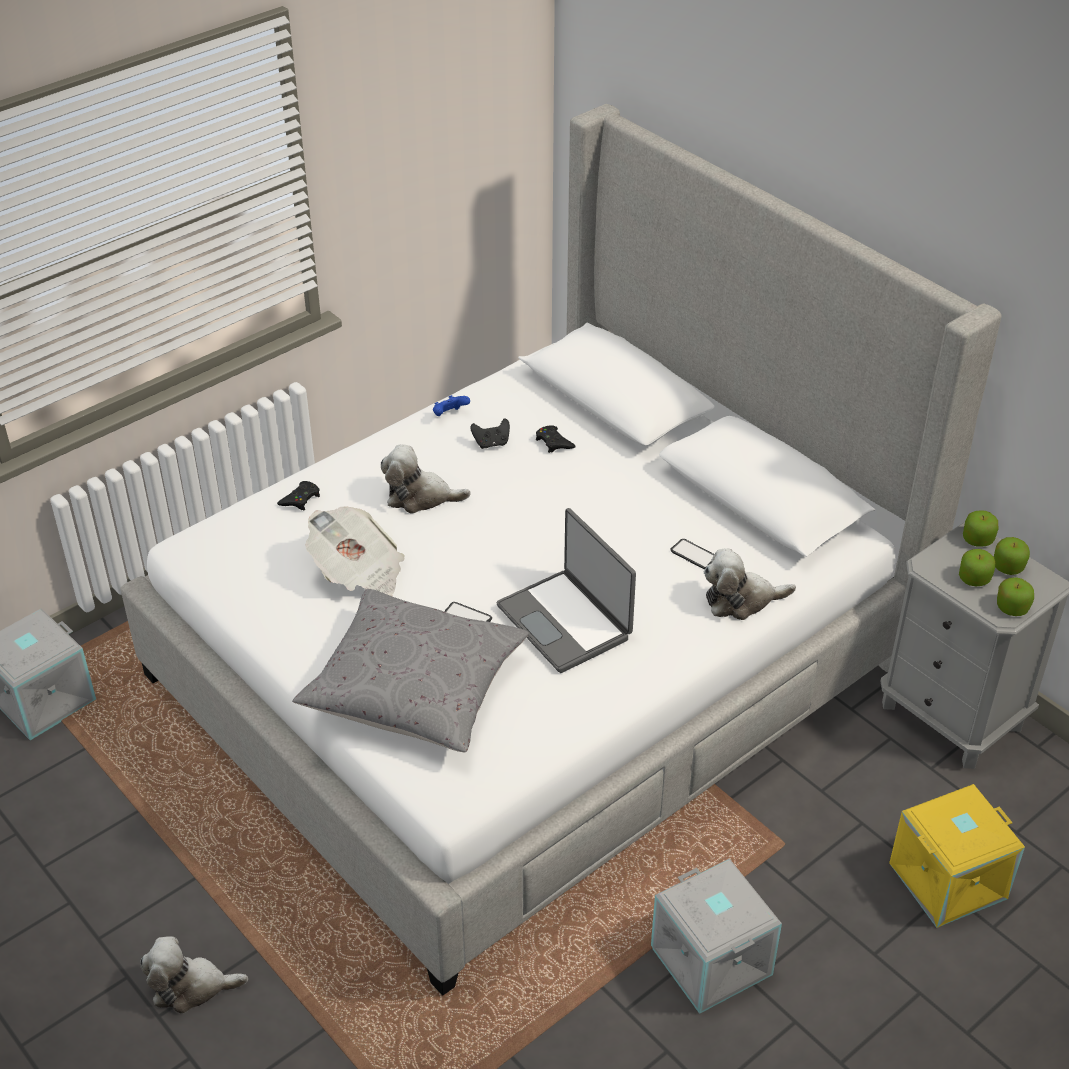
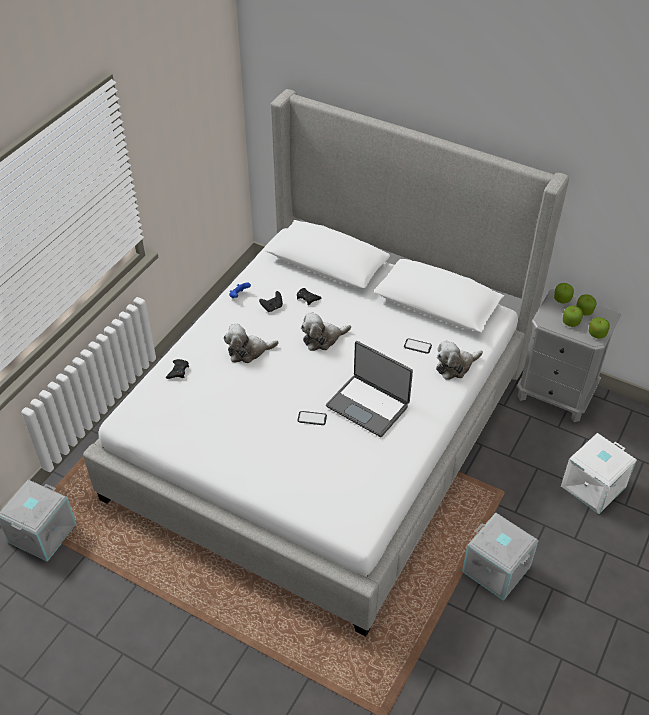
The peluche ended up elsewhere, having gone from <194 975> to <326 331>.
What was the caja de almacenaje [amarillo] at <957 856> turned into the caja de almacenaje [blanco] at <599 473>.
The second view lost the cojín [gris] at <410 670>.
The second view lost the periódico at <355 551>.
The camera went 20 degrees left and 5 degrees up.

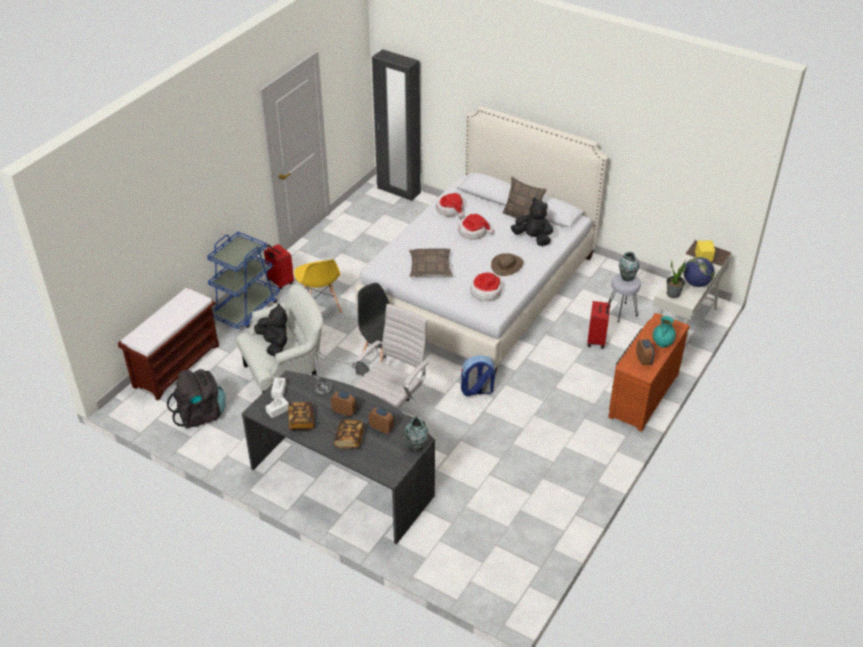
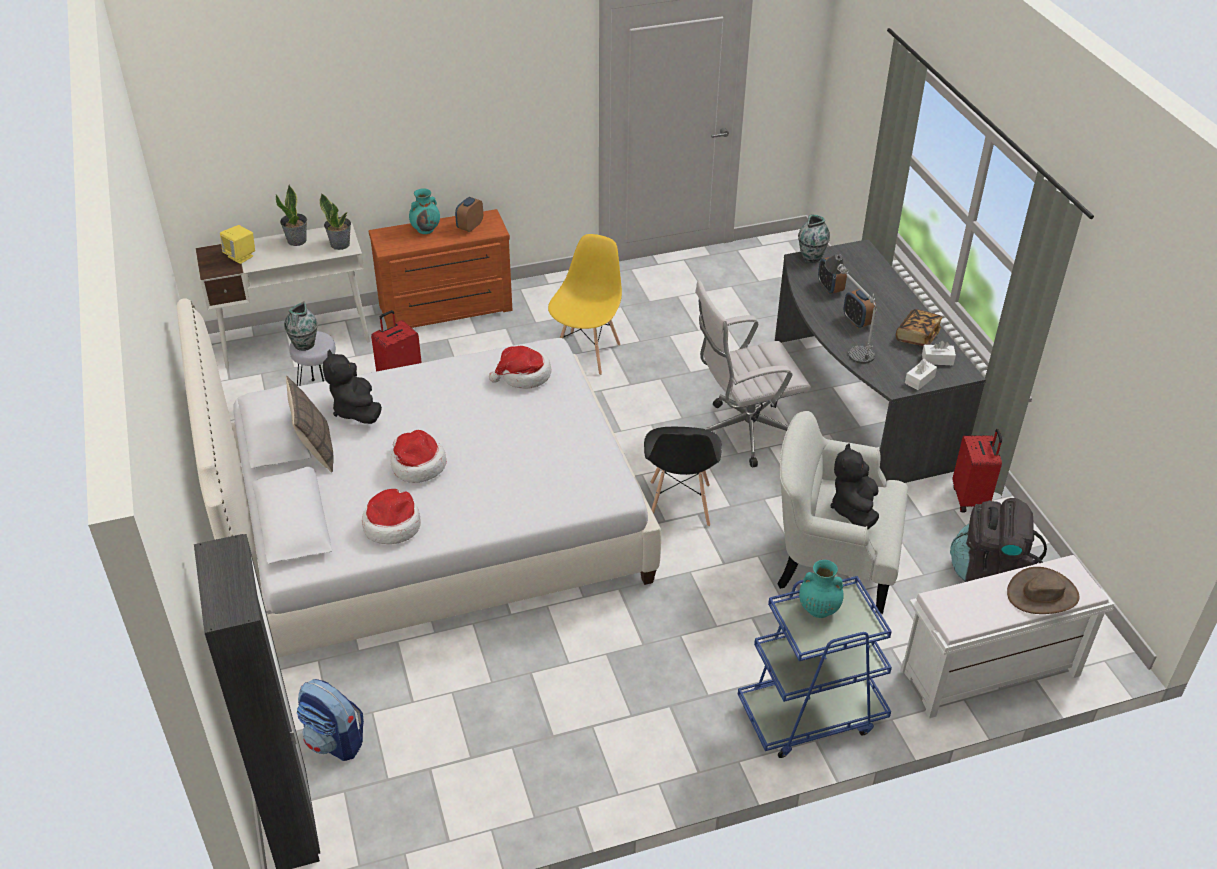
Where the globo terráqueo stood at <699 272>, the planta en maceta came to stand at <291 215>.
The mochila ended up elsewhere, having gone from <478 375> to <330 720>.
The silla [amarillo] ended up elsewhere, having gone from <318 287> to <585 304>.
The second view gained the florero [turquesa] at <821 589>.
What was the banco [marrón] at <168 343> turned into the banco [blanco] at <1007 636>.
The maleta [rojo] ended up elsewhere, having gone from <279 266> to <977 471>.
The sombrero [marrón] ended up elsewhere, having gone from <507 264> to <1043 590>.
The second view lost the libro at <349 434>.
The second view lost the cojín at <430 262>.
The camera went 140 degrees left and 0 degrees up.

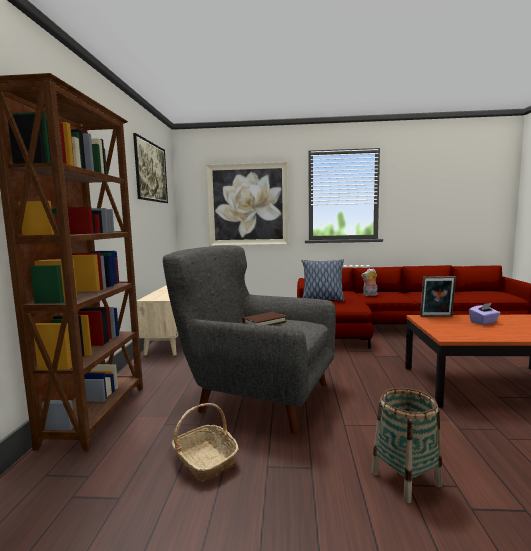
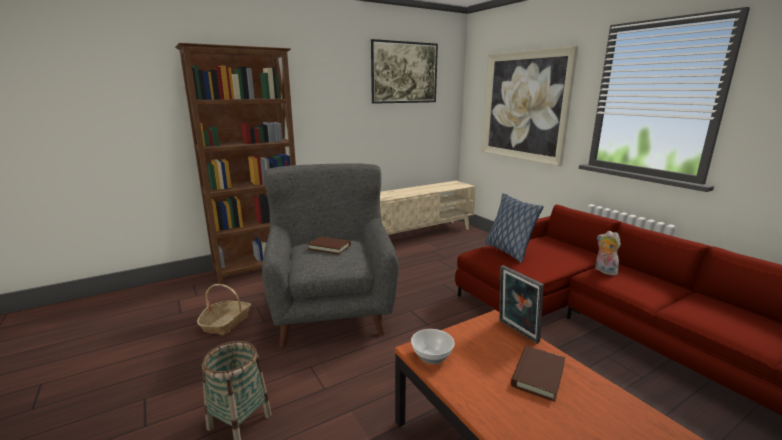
The second view gained the cuenco at <433 346>.
Where the caja de pañuelos [morado] stood at <484 314>, the libro [marrón] came to stand at <538 374>.
The camera went 55 degrees right and 10 degrees up.

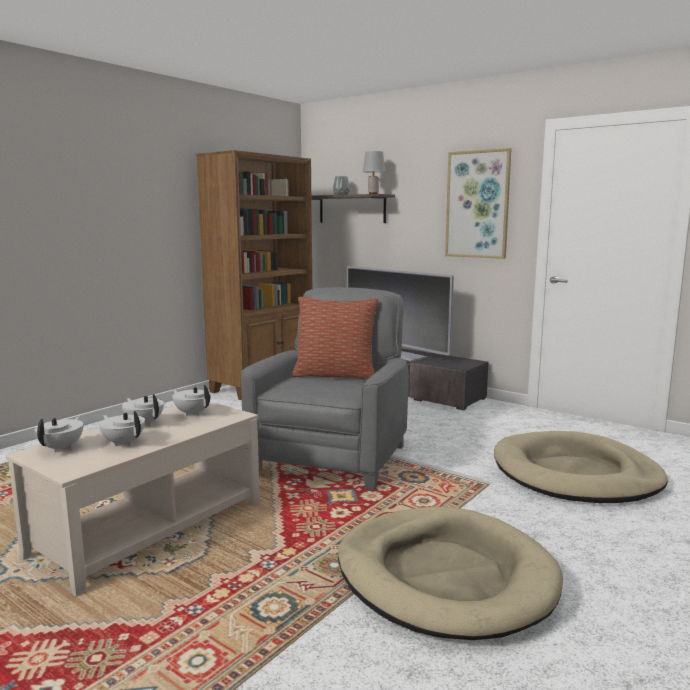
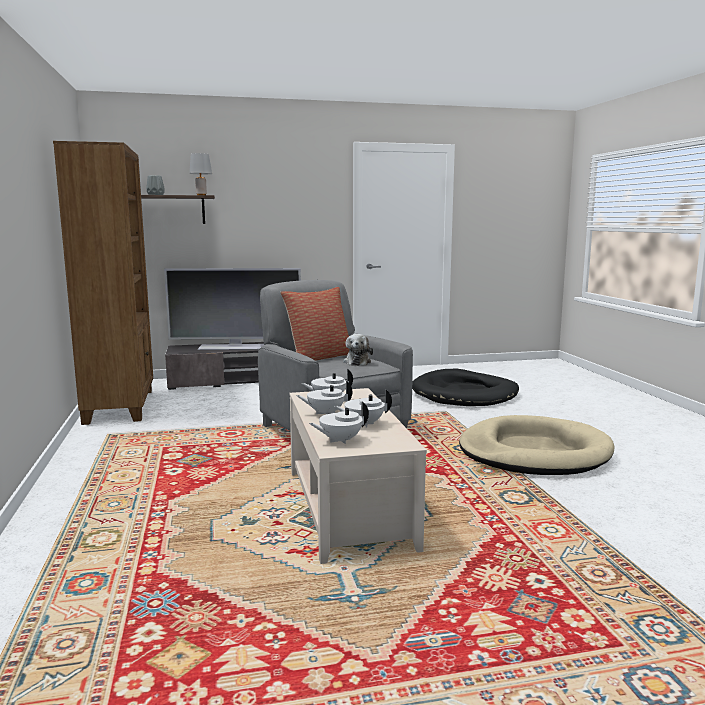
The tetera [blanco] at <59 434> ended up facing another way, 75 degrees counterclockwise from before.
The second view gained the peluche at <358 350>.
What was the cama para perro [beis] at <581 467> turned into the cama para perro [negro] at <465 387>.
The second view lost the cuadro at <478 203>.
The camera went 50 degrees left and 0 degrees up.

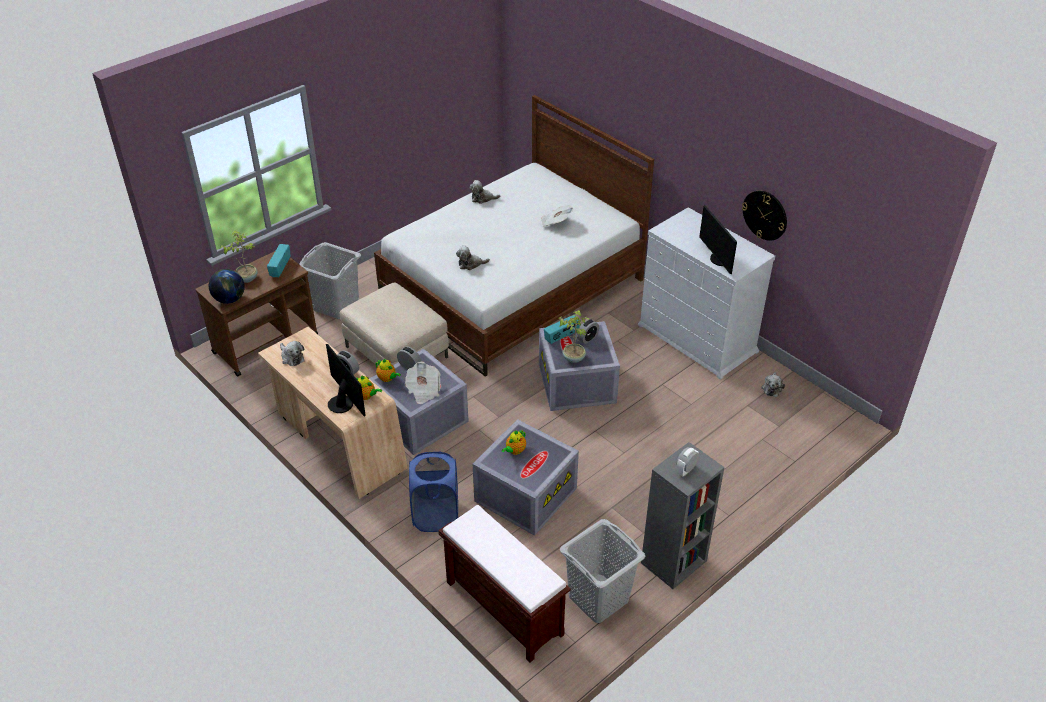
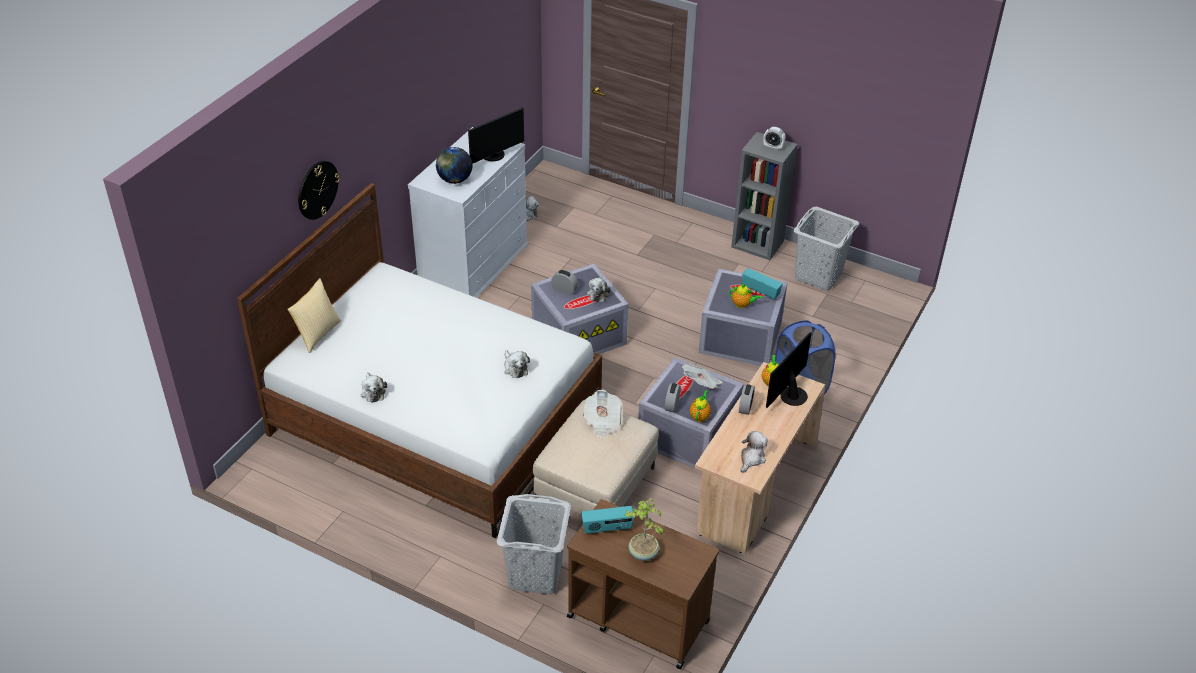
The second view gained the cojín at <314 315>.
The reloj de pared ended up elsewhere, having gone from <764 215> to <319 190>.
The globo terráqueo ended up elsewhere, having gone from <227 286> to <454 165>.
The periódico ended up elsewhere, having gone from <557 216> to <603 414>.
Where the planta en maceta stood at <574 336>, the peluche came to stand at <599 289>.
The radio ended up elsewhere, having gone from <562 330> to <762 283>.
The second view lost the banco [marrón] at <505 583>.
The camera went 110 degrees left and 0 degrees up.

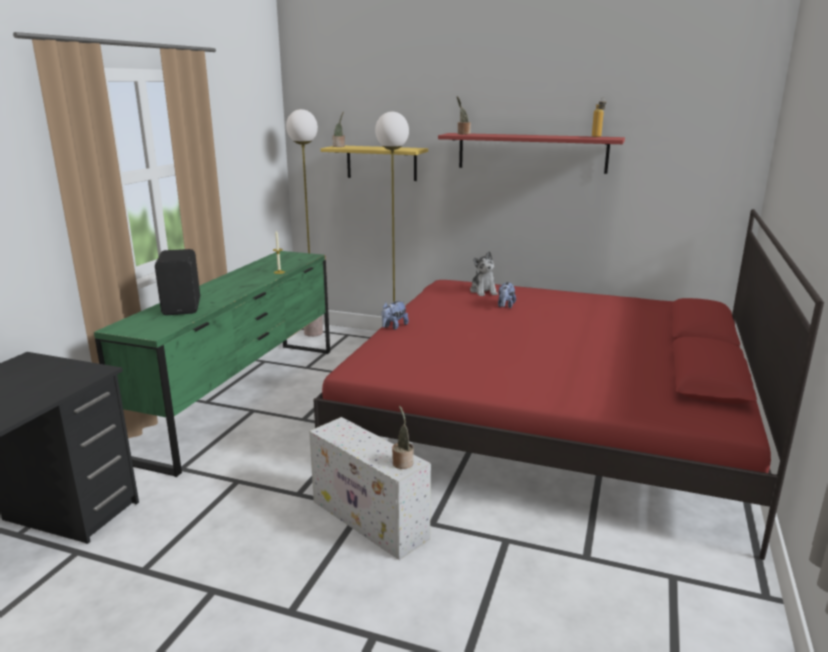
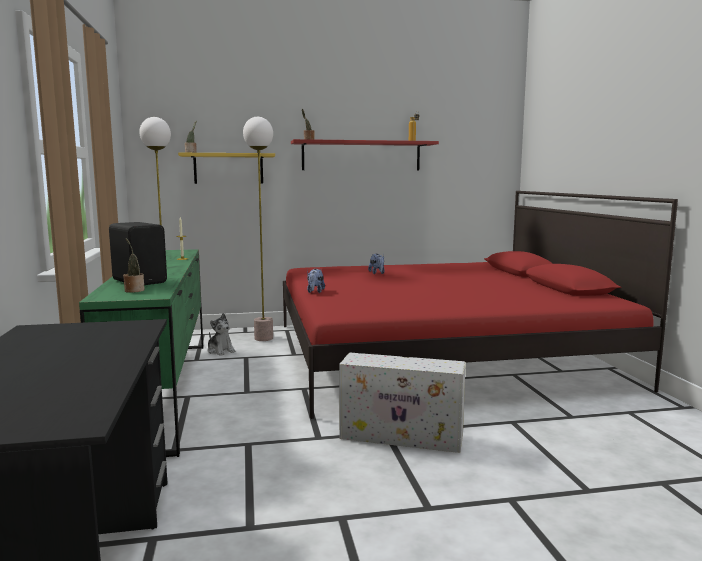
The planta en maceta ended up elsewhere, having gone from <403 437> to <134 265>.
The peluche ended up elsewhere, having gone from <484 273> to <221 334>.
The camera went 30 degrees left and 10 degrees down.

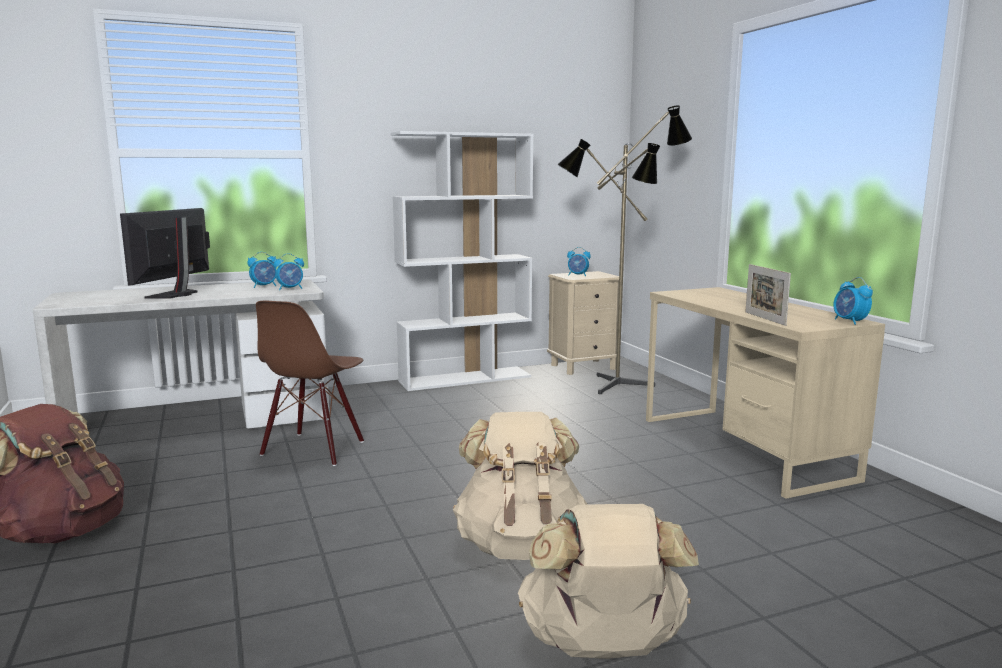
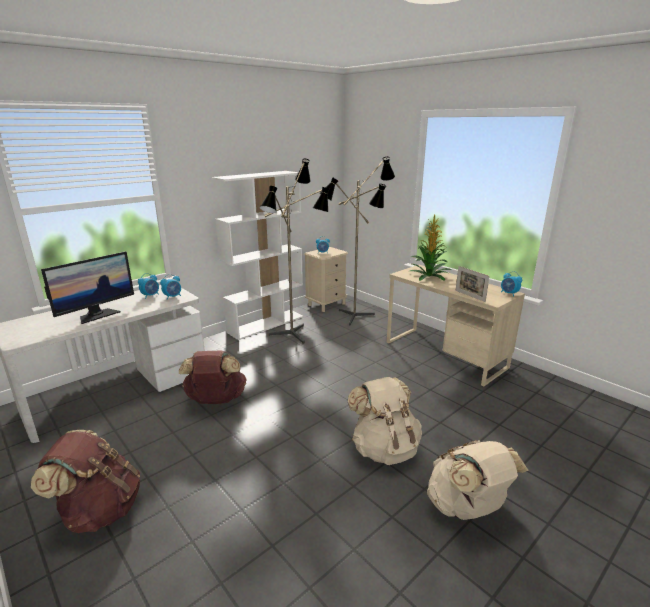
The monitor at <165 253> ended up facing another way, 135 degrees counterclockwise from before.
Where the silla [marrón] stood at <310 383>, the mochila [marrón] came to stand at <213 377>.
The second view gained the lámpara de pie at <294 251>.
The second view gained the planta en maceta at <430 248>.
The camera went 20 degrees left and 10 degrees up.

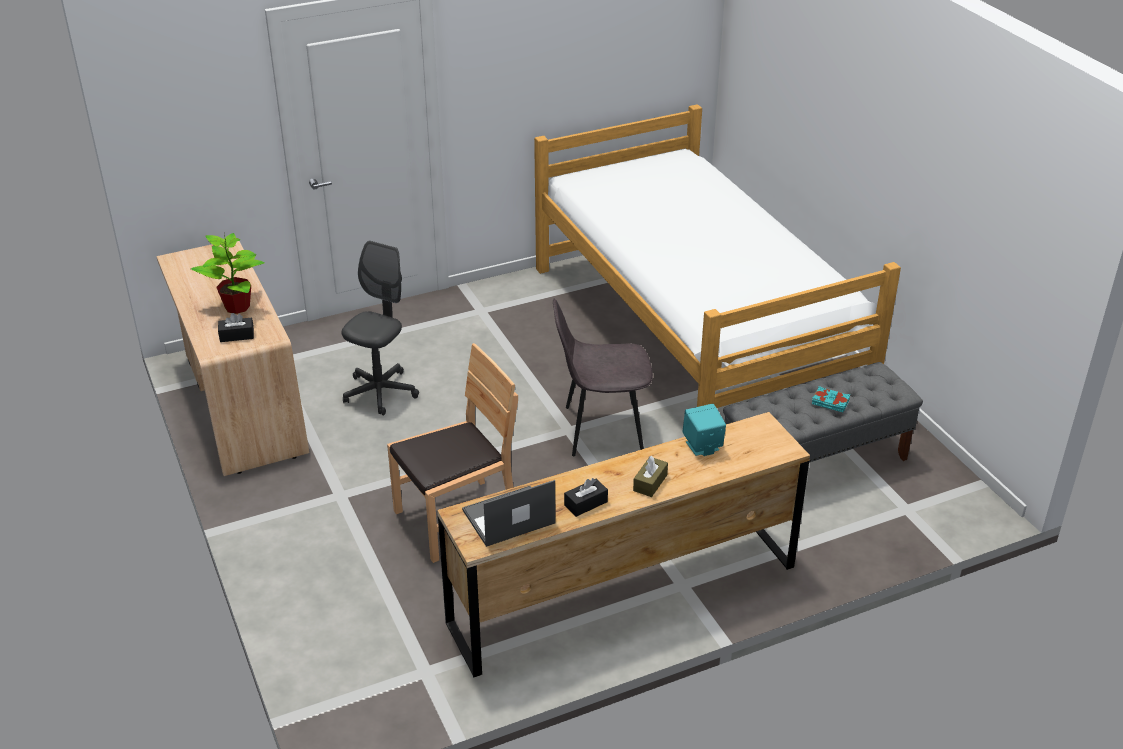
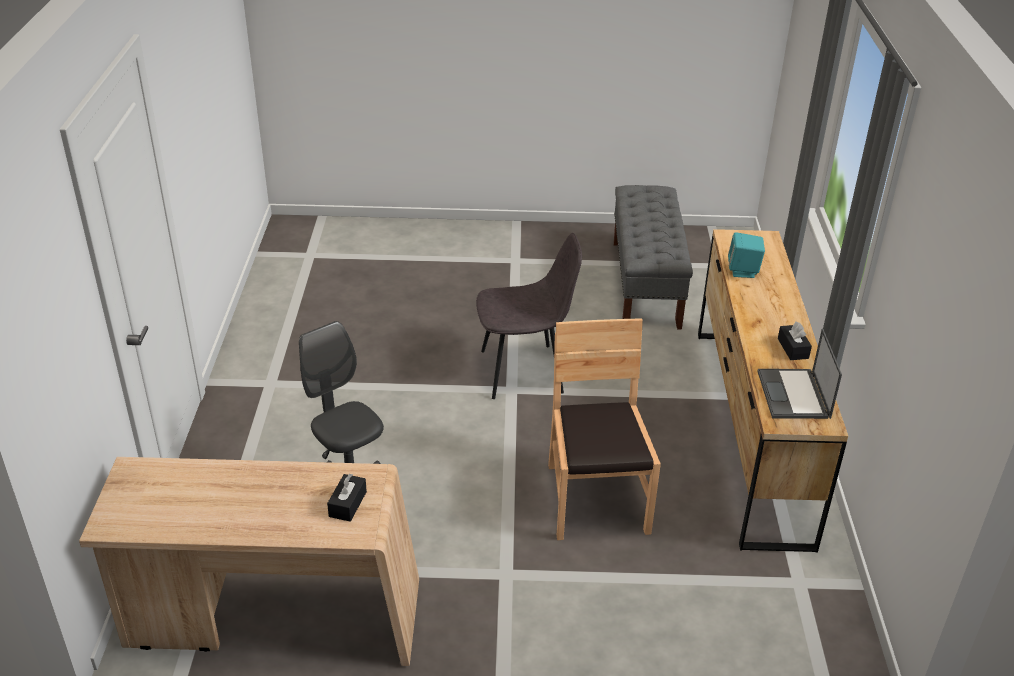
The silla [gris] at <603 377> ended up facing another way, 120 degrees counterclockwise from before.
The second view lost the planta en maceta at <227 272>.
The second view lost the cama at <717 256>.
The second view lost the caja de pañuelos [marrón] at <650 476>.
The second view lost the libro [turquesa] at <831 399>.
The camera went 65 degrees left and 0 degrees up.

